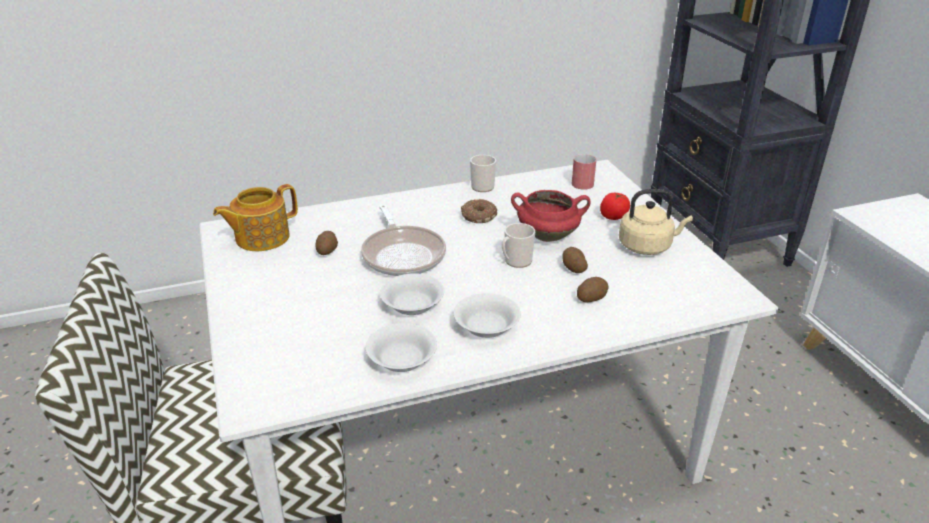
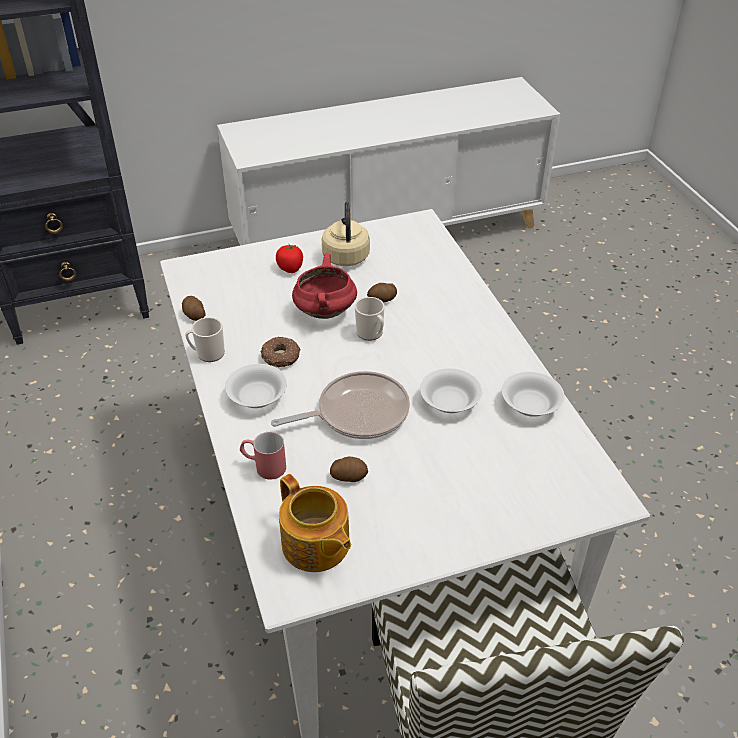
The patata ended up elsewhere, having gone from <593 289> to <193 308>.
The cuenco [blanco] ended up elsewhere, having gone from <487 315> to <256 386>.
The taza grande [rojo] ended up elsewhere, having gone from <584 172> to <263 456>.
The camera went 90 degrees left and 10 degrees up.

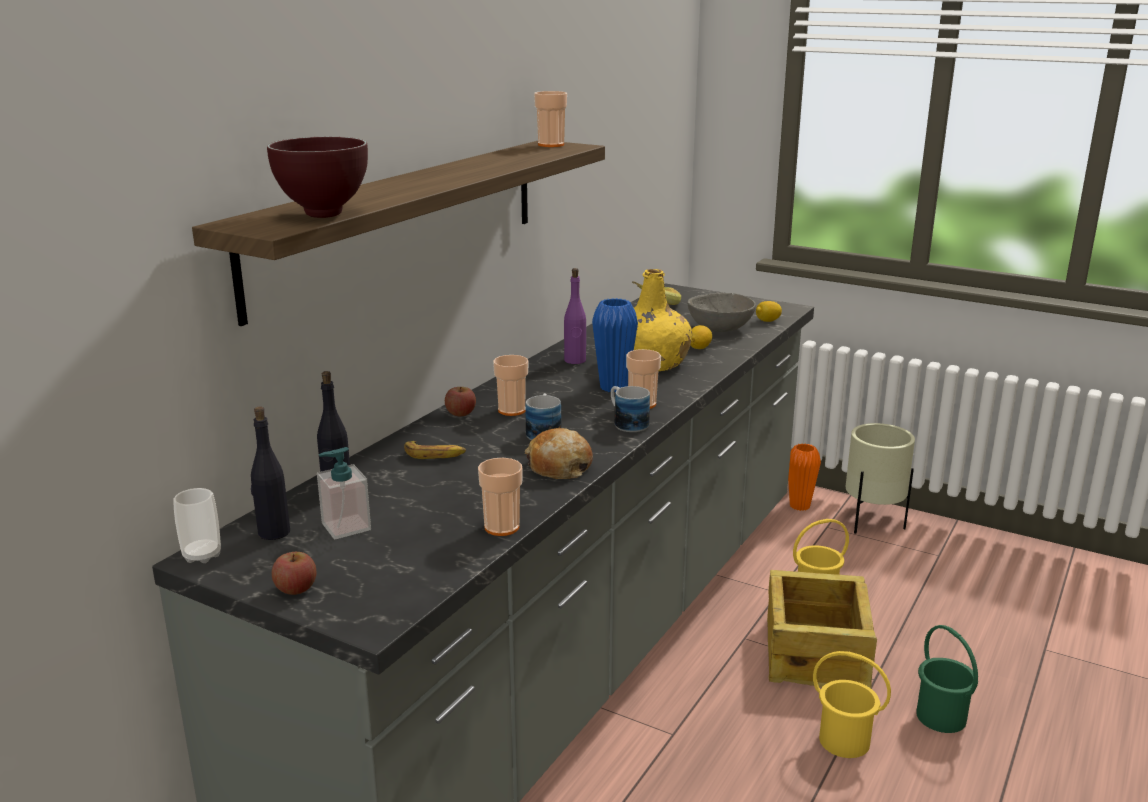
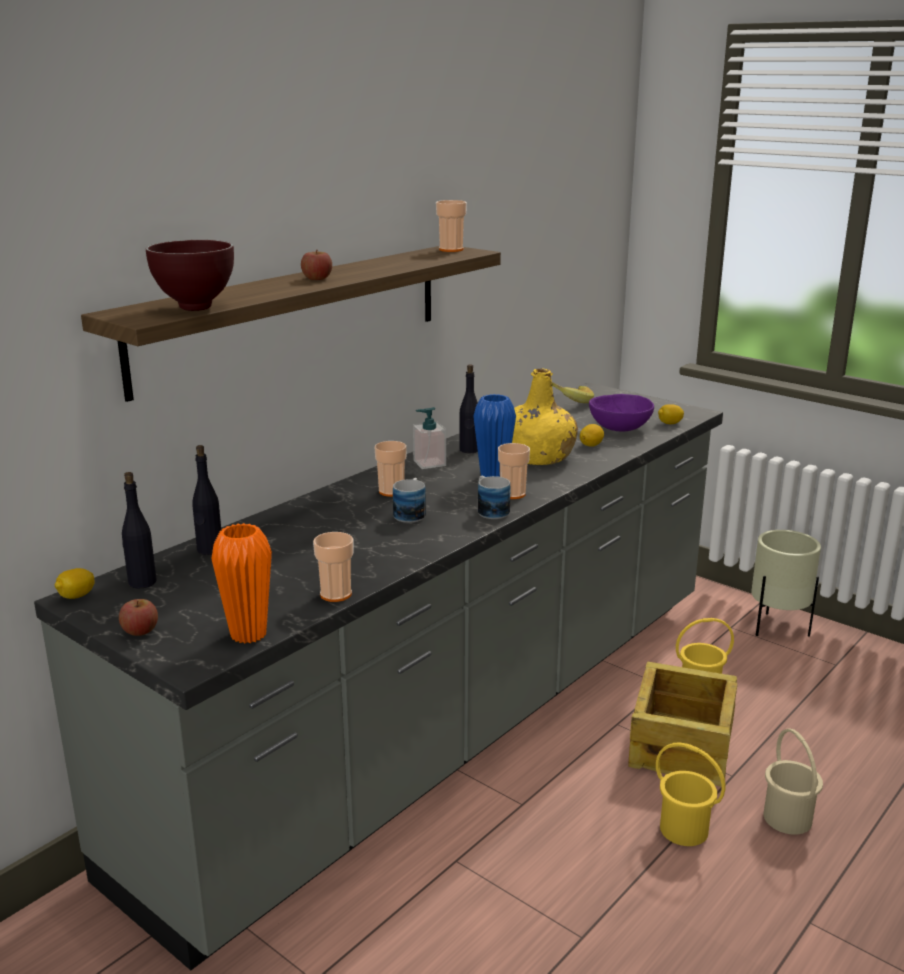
Where the taza stood at <197 525>, the limón came to stand at <75 583>.
The florero [naranja] ended up elsewhere, having gone from <804 477> to <241 583>.
The manzana ended up elsewhere, having gone from <460 401> to <316 265>.
The dispensador de jabón ended up elsewhere, having gone from <344 493> to <429 438>.
What was the botella [morado] at <575 316> turned into the botella [negro] at <468 408>.
What was the cuenco [gris] at <722 312> turned into the cuenco [morado] at <621 413>.
What was the cubo [verde] at <947 679> turned into the cubo [beis] at <793 782>.
The second view lost the plátano at <435 450>.
The second view lost the pan at <559 453>.
The camera went 10 degrees right and 0 degrees up.

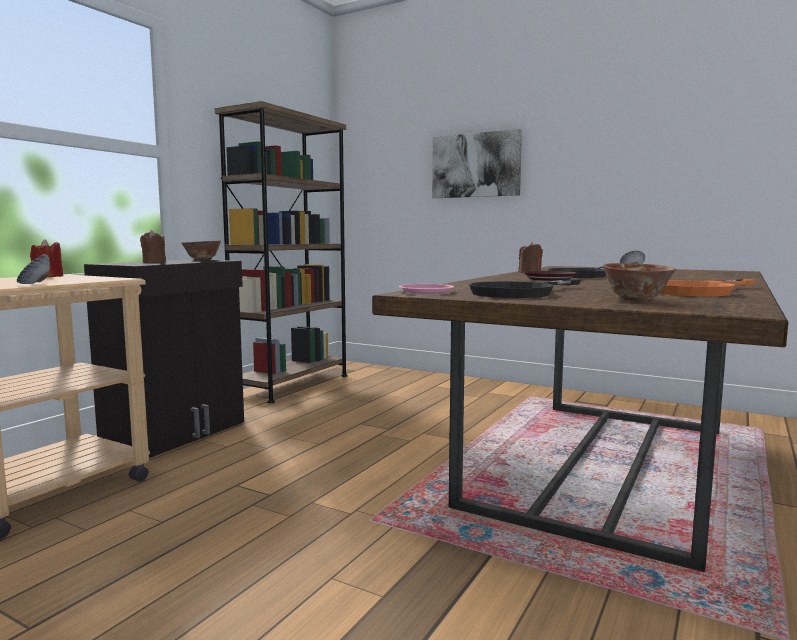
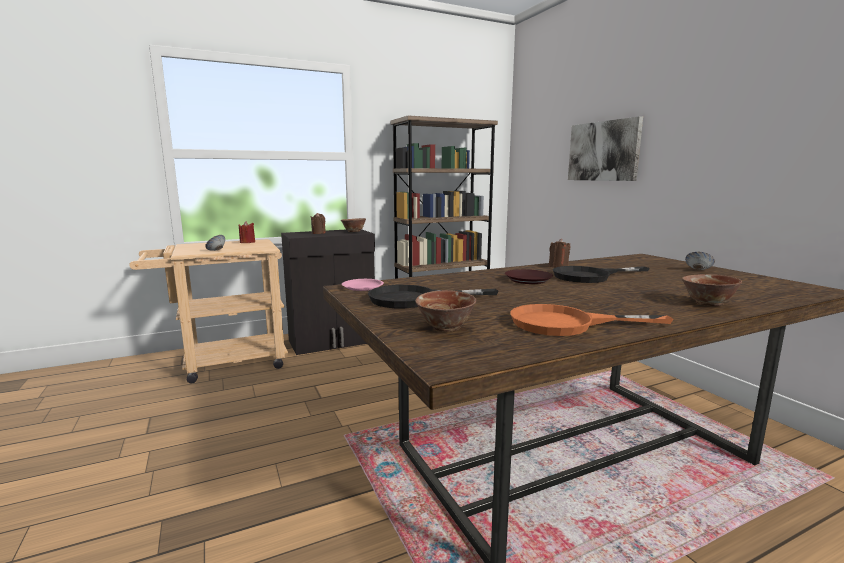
The second view gained the cuenco at <712 290>.
The camera went 35 degrees right and 5 degrees up.

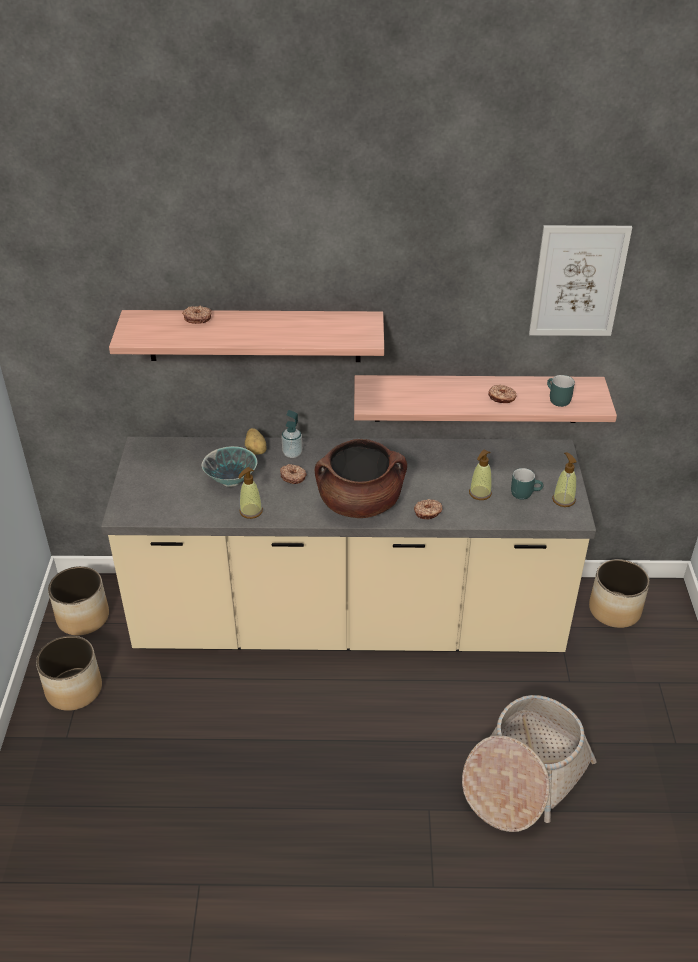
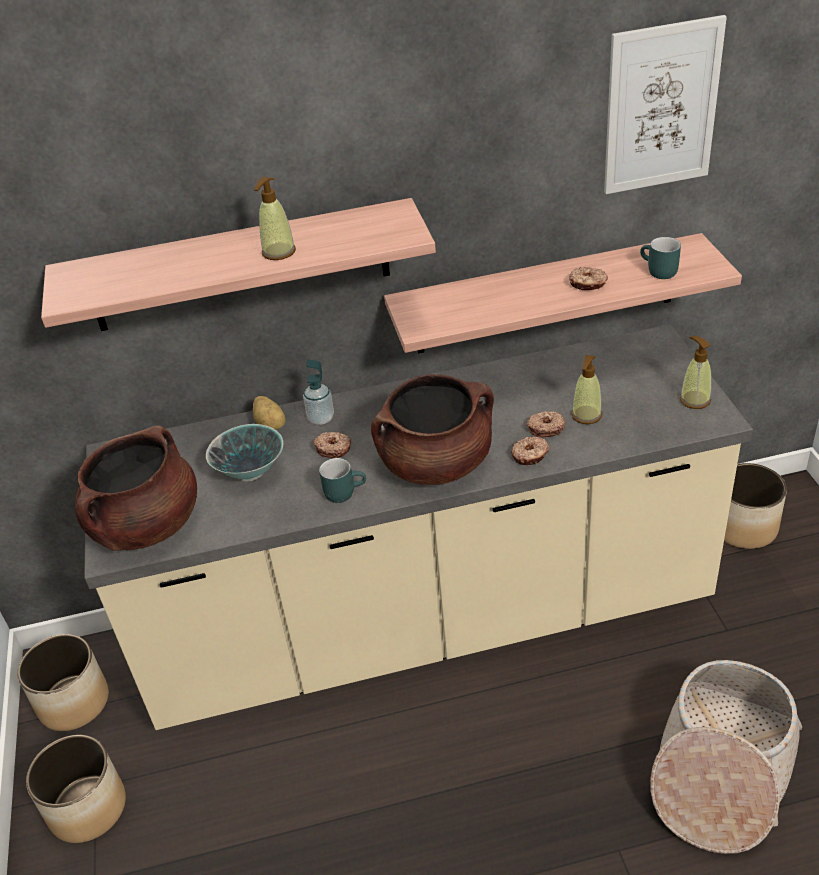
The second view gained the olla [marrón] at <136 488>.
The dispensador de jabón ended up elsewhere, having gone from <250 493> to <275 218>.
The taza grande [turquesa] ended up elsewhere, having gone from <527 484> to <342 480>.
The rosquilla ended up elsewhere, having gone from <197 315> to <546 424>.
The camera went 10 degrees left and 0 degrees up.

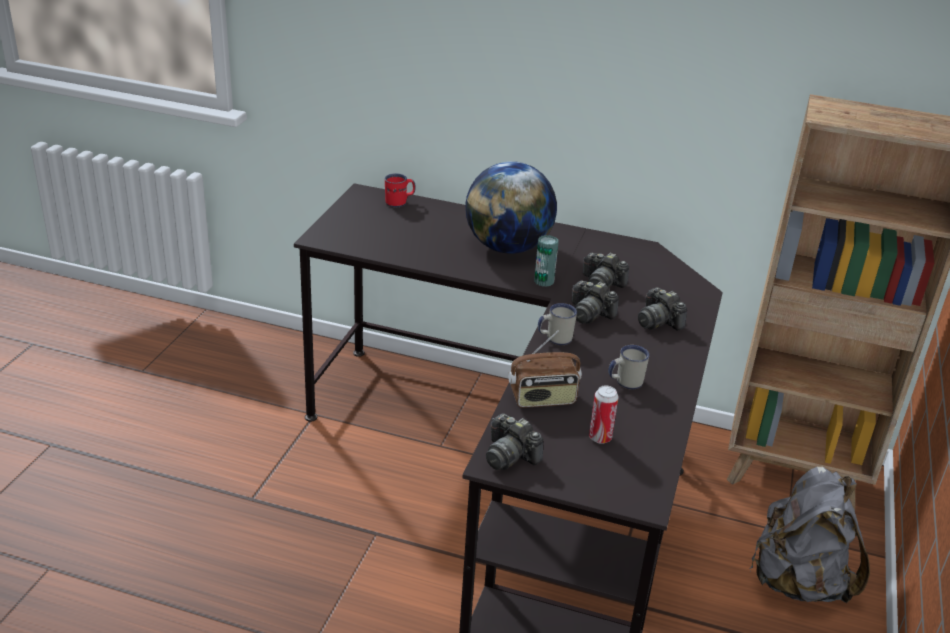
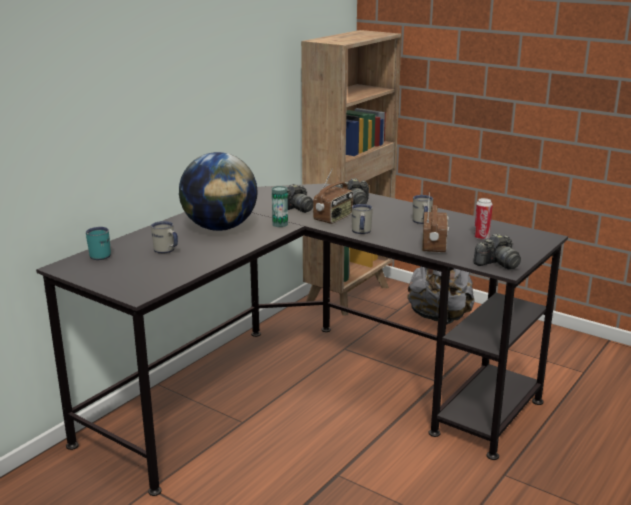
What was the taza grande [rojo] at <400 190> turned into the taza grande [turquesa] at <98 243>.
The second view gained the taza grande [blanco] at <164 237>.
Where the cámara stood at <595 302>, the radio came to stand at <333 196>.
The camera went 70 degrees left and 10 degrees down.

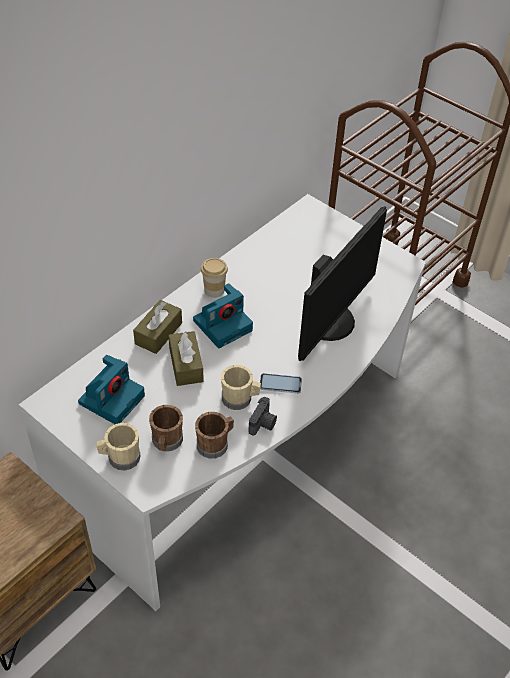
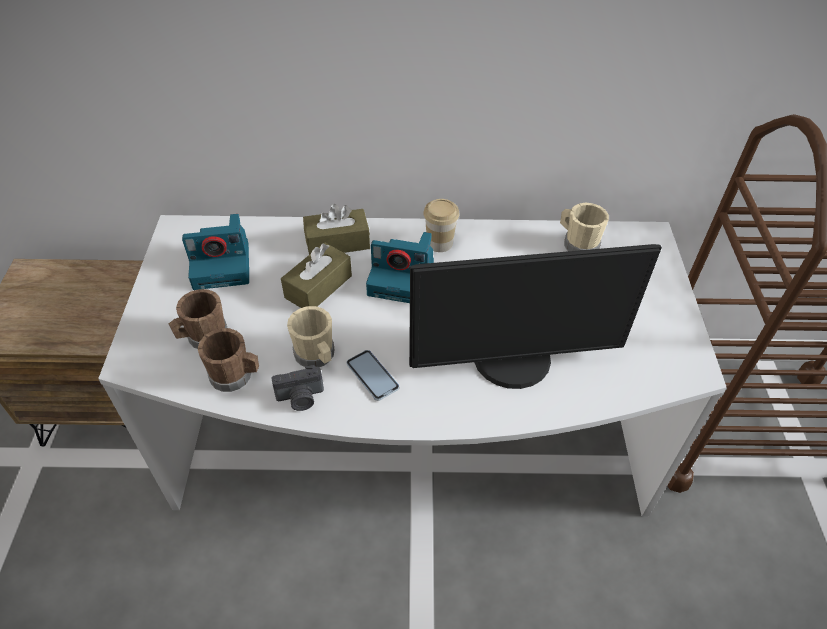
The taza grande [beis] ended up elsewhere, having gone from <119 447> to <584 227>.
The camera went 50 degrees right and 0 degrees up.

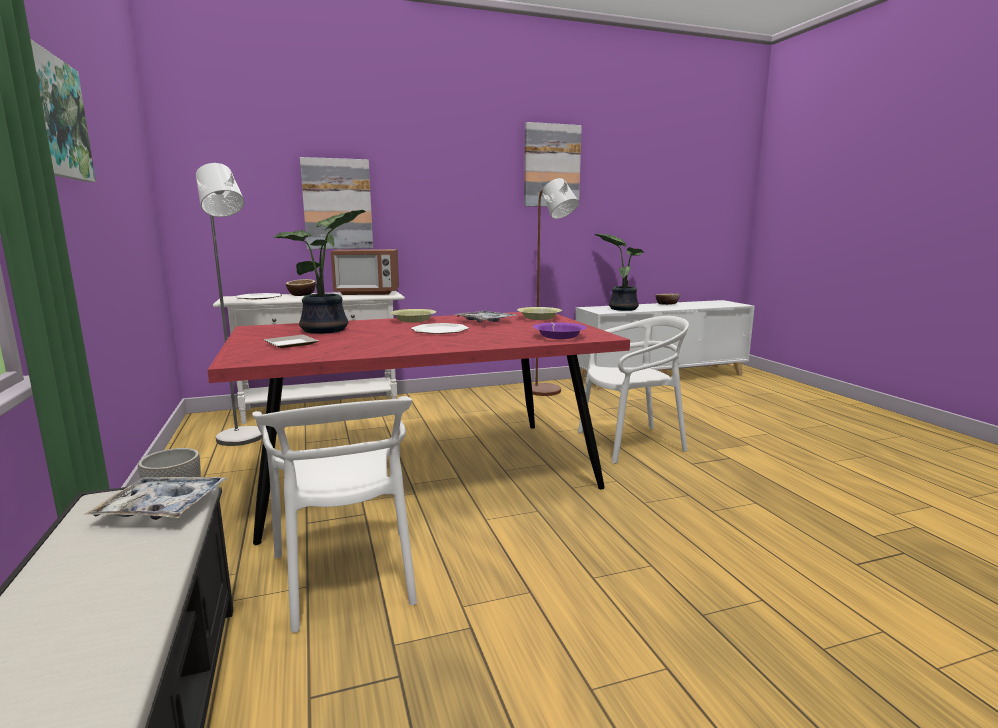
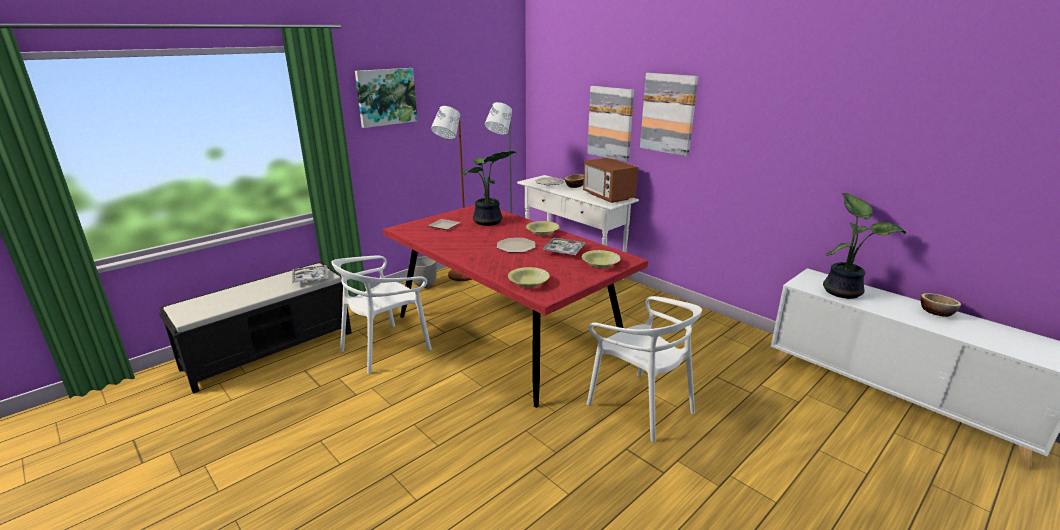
The lámpara de pie [marrón] ended up elsewhere, having gone from <555 287> to <451 193>.
What was the cuenco [morado] at <560 330> turned into the cuenco [amarillo] at <529 277>.
The cuadro ended up elsewhere, having gone from <553 164> to <669 114>.
The camera went 65 degrees right and 10 degrees up.

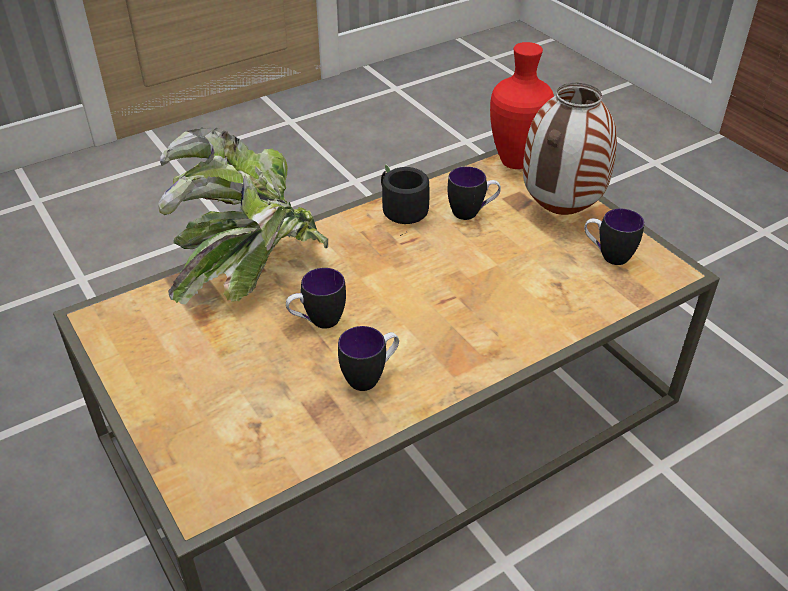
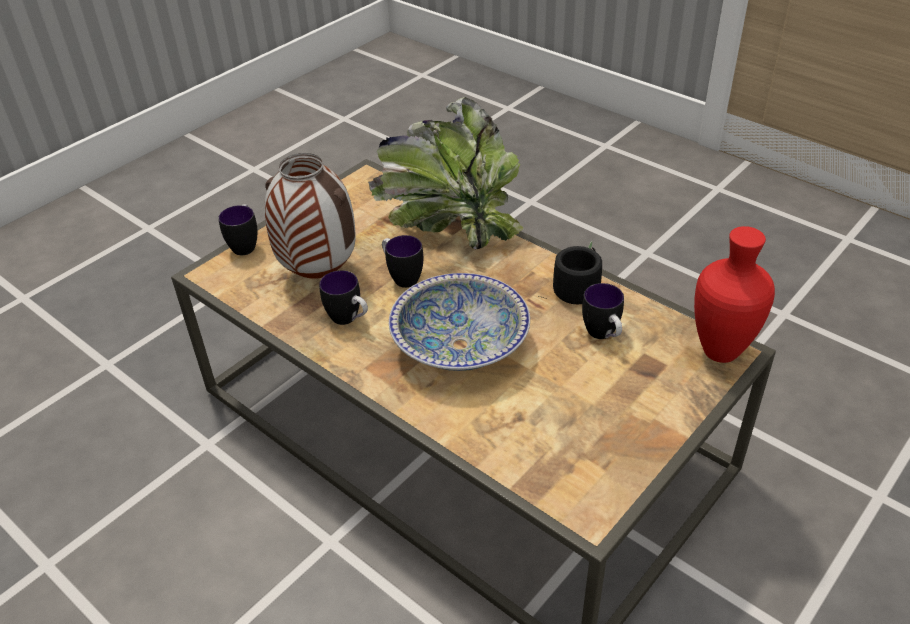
The taza grande ended up elsewhere, having gone from <614 237> to <237 230>.
The florero ended up elsewhere, having gone from <570 149> to <310 216>.
The second view gained the cuenco at <459 322>.
The camera went 75 degrees right and 0 degrees up.

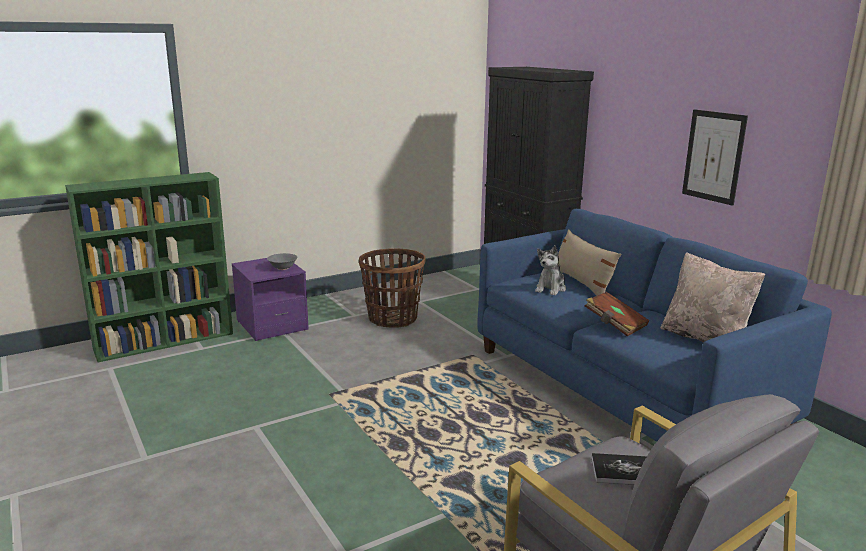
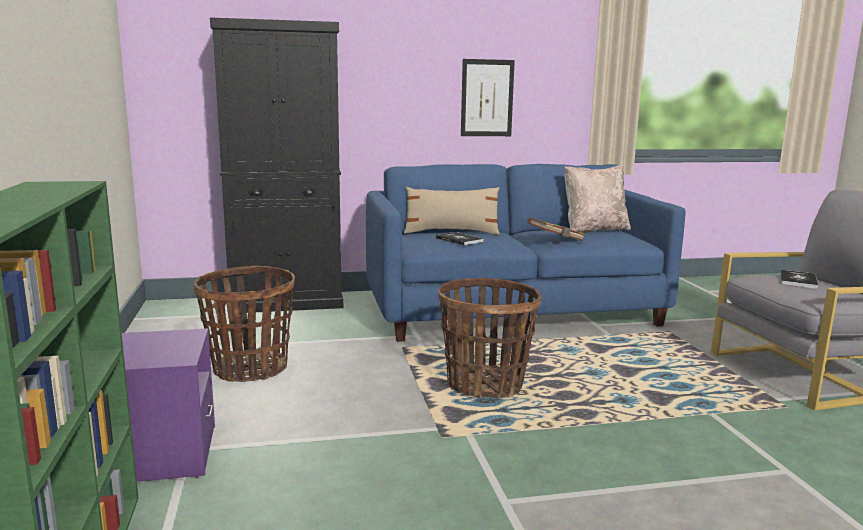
Where the peluche stood at <550 270>, the libro came to stand at <459 238>.
The second view gained the cesta at <490 338>.
The second view lost the cuenco [gris] at <282 261>.
The camera went 70 degrees left and 5 degrees down.

